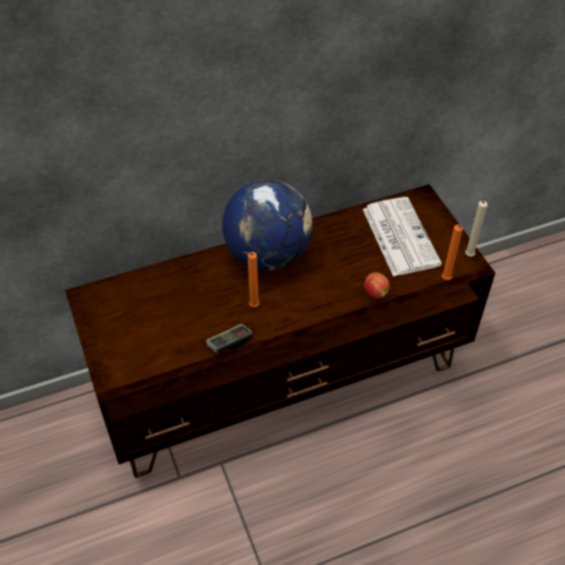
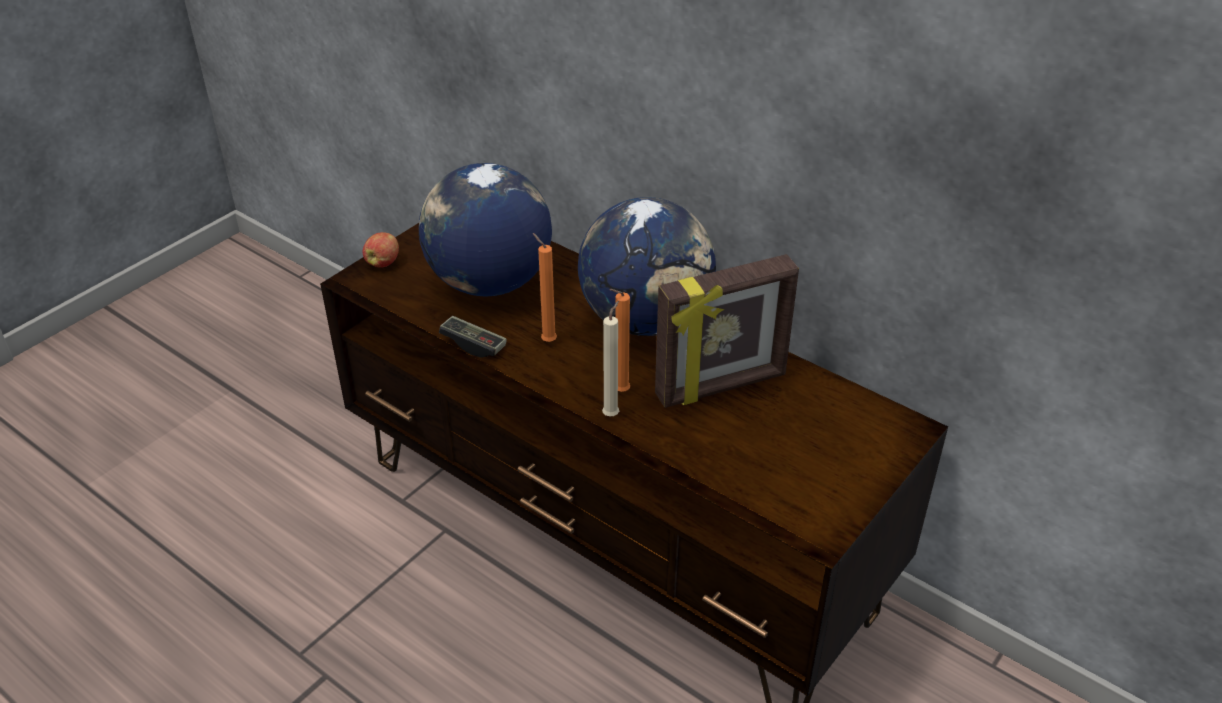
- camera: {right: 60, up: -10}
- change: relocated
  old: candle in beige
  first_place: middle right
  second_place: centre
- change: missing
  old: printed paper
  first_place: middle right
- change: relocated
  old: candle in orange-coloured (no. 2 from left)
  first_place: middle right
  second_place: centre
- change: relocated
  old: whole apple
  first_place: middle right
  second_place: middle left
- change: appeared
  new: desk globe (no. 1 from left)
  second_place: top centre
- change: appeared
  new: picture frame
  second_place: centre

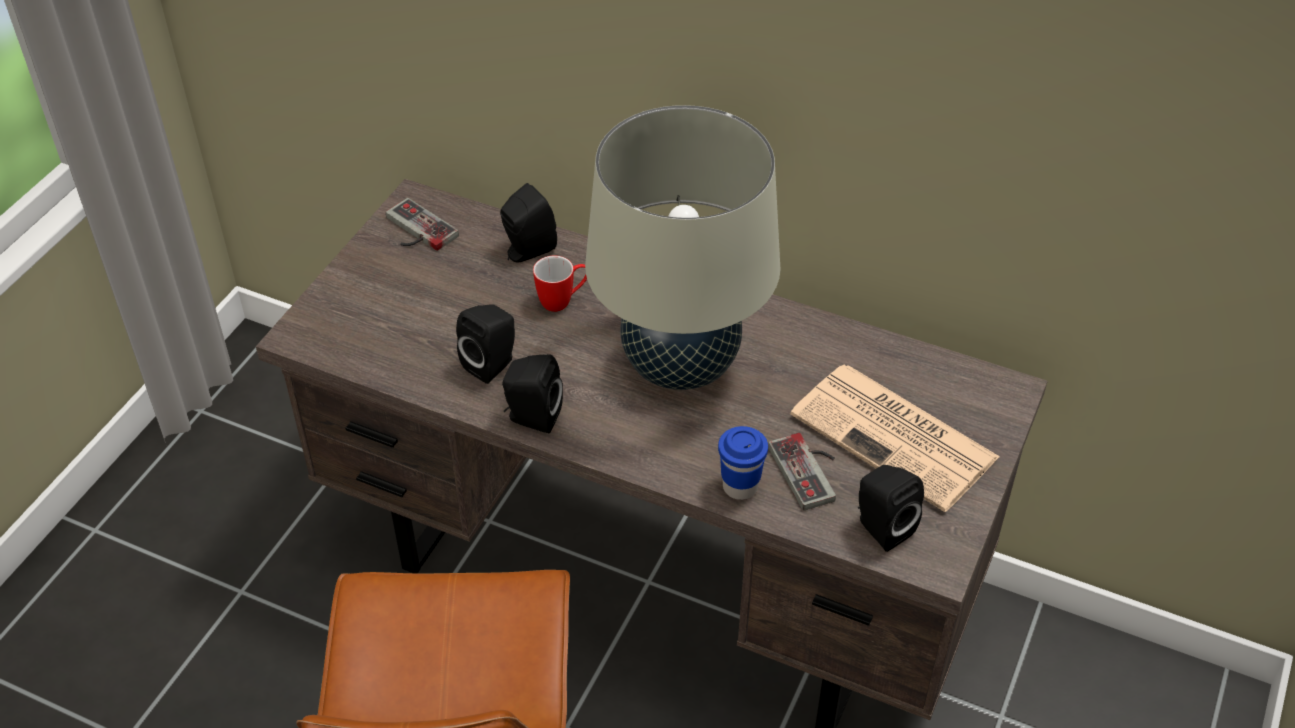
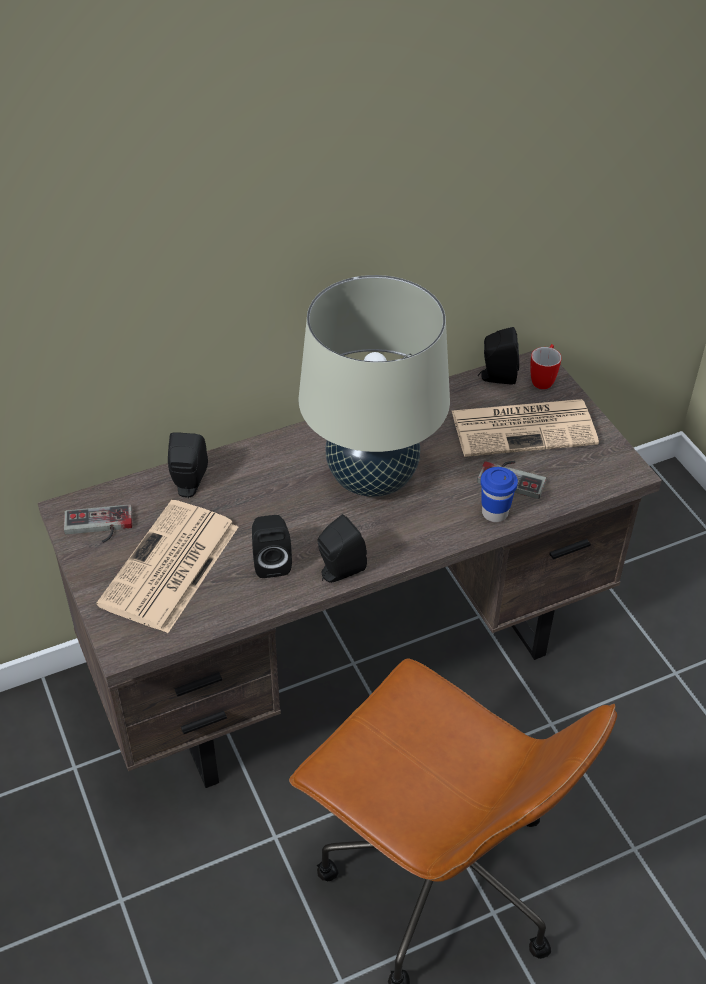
- camera: {right: -50, up: 0}
- change: relocated
  old: mug
  first_place: centre
  second_place: middle right
- change: relocated
  old: speaker in black-coloured (no. 4 from left)
  first_place: bottom right
  second_place: middle right
- change: appeared
  new: printed paper (no. 1 from left)
  second_place: middle left

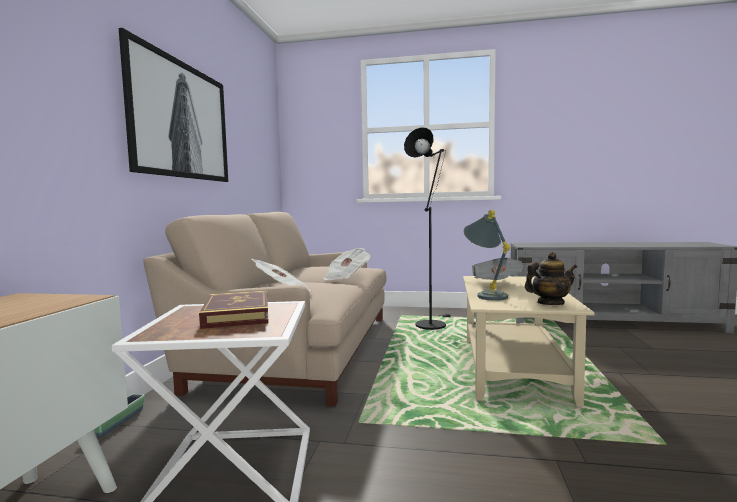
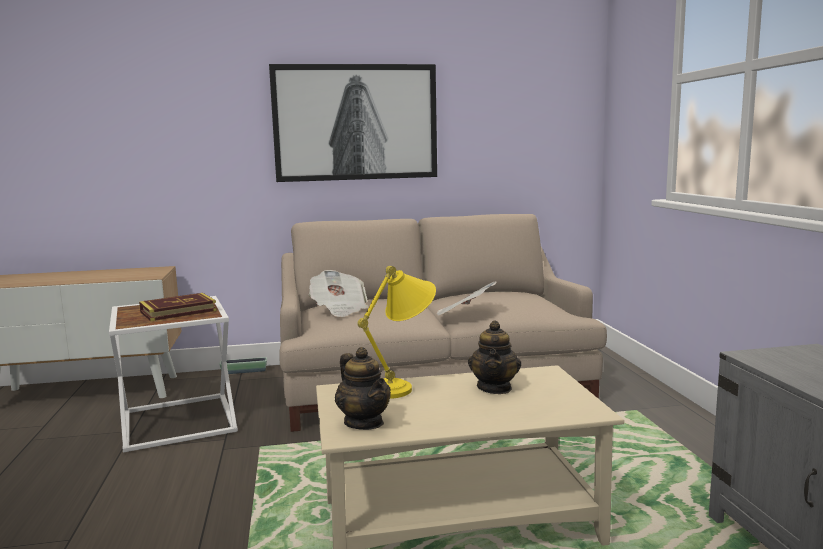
- camera: {right: 70, up: 5}
- change: missing
  old: standing lamp in black-coloured
  first_place: centre
- change: colour
  old: table lamp in grey
  new: table lamp in yellow-coloured
  first_place: centre
  second_place: centre
- change: exchanged
  old: printed paper (no. 3 from left)
  new: pot for tea (no. 2 from left)
  first_place: middle right
  second_place: centre

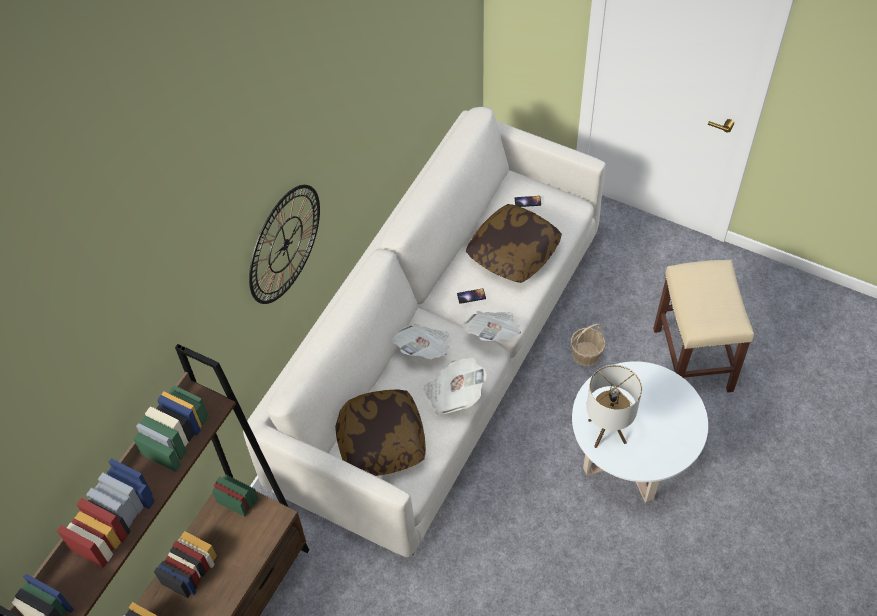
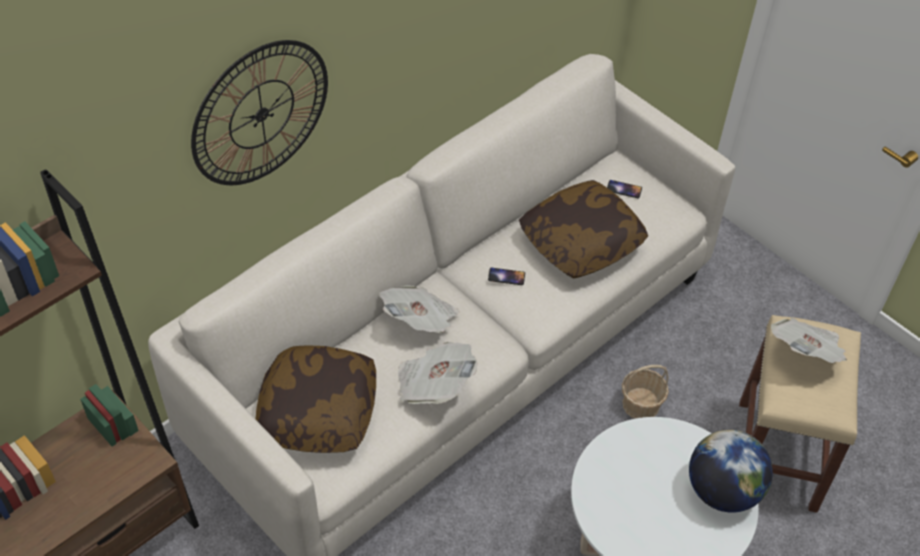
- camera: {right: 15, up: -5}
- change: relocated
  old: printed paper (no. 3 from left)
  first_place: centre
  second_place: middle right
- change: missing
  old: table lamp
  first_place: middle right
- change: appeared
  new: desk globe
  second_place: bottom right

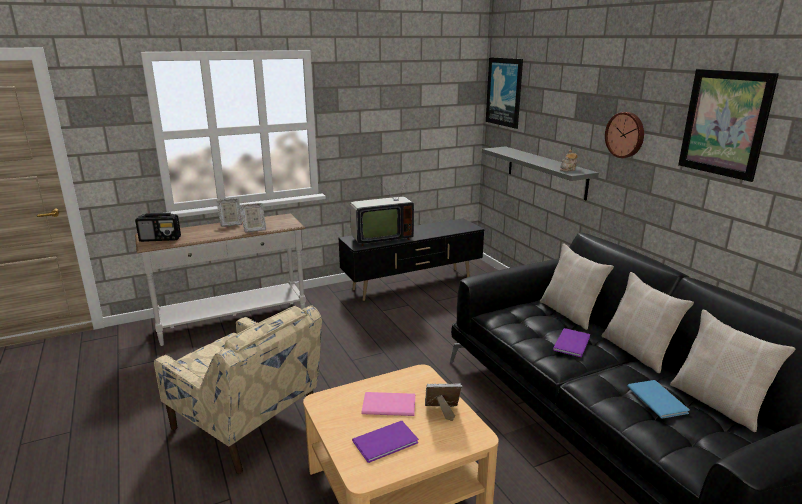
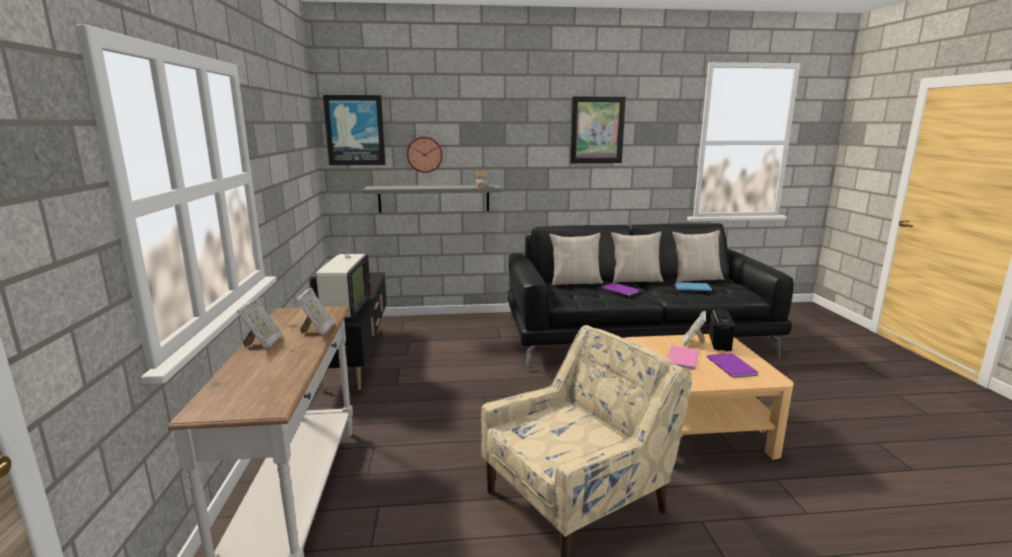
- camera: {right: -70, up: -5}
- change: relocated
  old: clock on the wall
  first_place: top right
  second_place: top centre
- change: relocated
  old: radio receiver
  first_place: middle left
  second_place: middle right

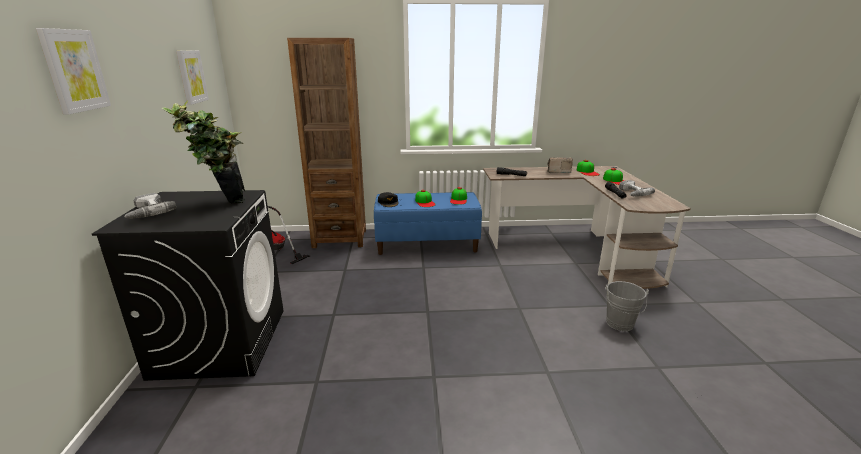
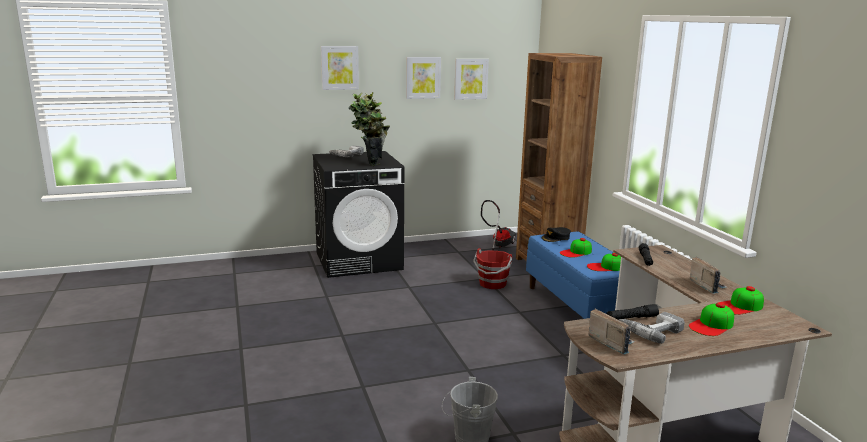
- camera: {right: 75, up: -5}
- change: appeared
  new: wall art (no. 2 from left)
  second_place: top centre
- change: appeared
  new: water bucket in red-coloured
  second_place: centre
- change: appeared
  new: radio receiver (no. 1 from left)
  second_place: bottom right

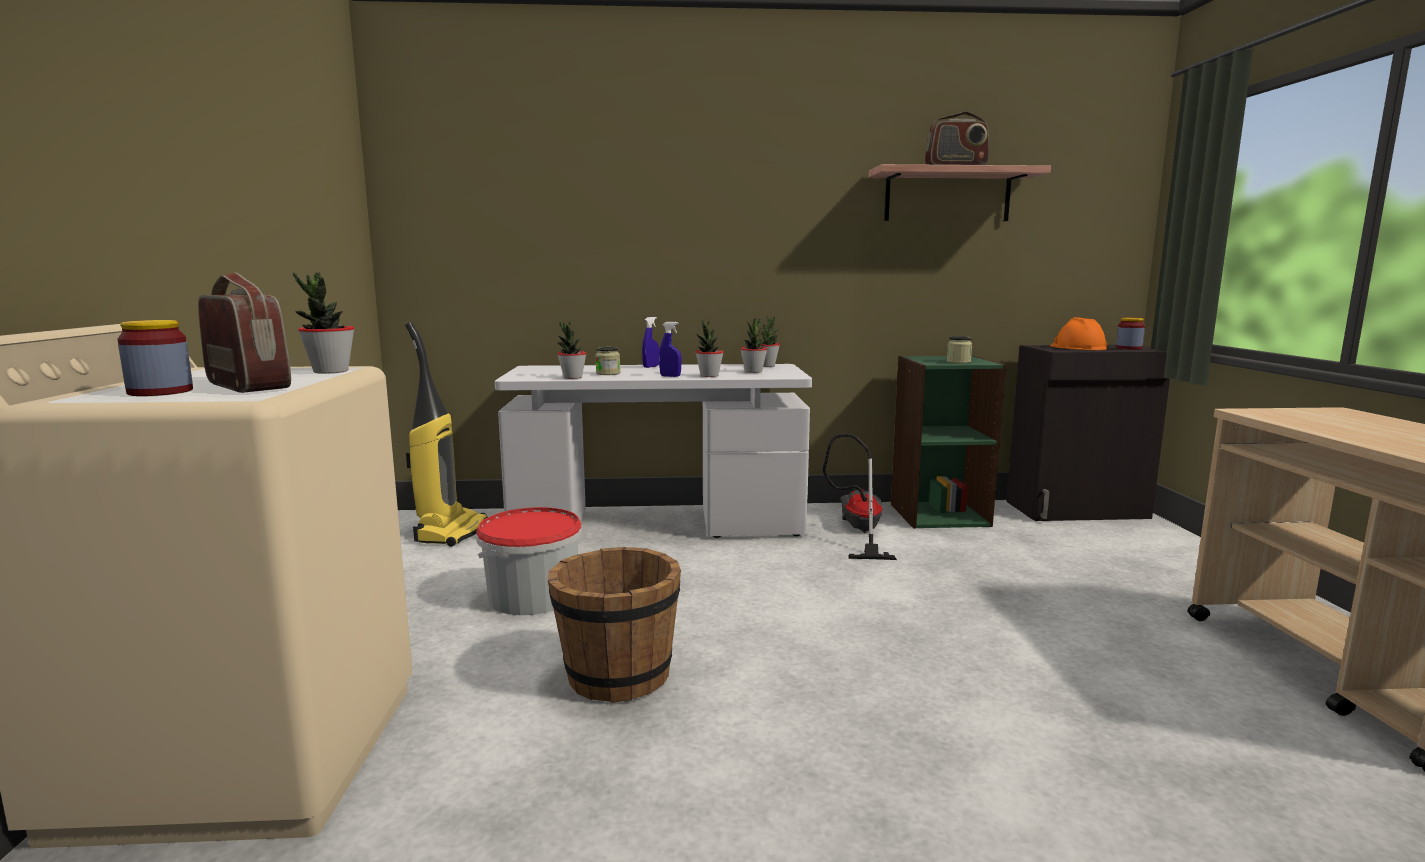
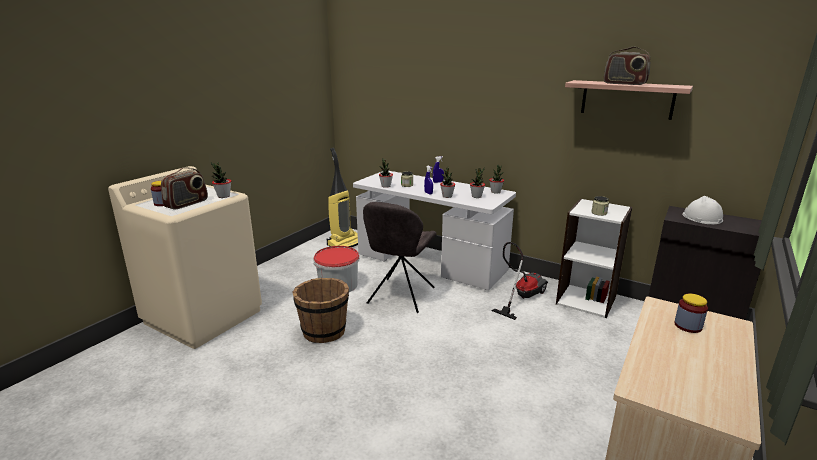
- camera: {right: 35, up: 10}
- change: spun
  old: radio receiver (no. 1 from left)
  first_place: middle left
  second_place: middle left
  degrees: 45
- change: colour
  old: safety helmet in orange-coloured
  new: safety helmet in whitish
  first_place: middle right
  second_place: middle right
- change: relocated
  old: jar (no. 4 from left)
  first_place: middle right
  second_place: bottom right
- change: colour
  old: bookshelf in greenish
  new: bookshelf in whitish
  first_place: centre
  second_place: middle right
- change: appeared
  new: upright chair in grey
  second_place: centre

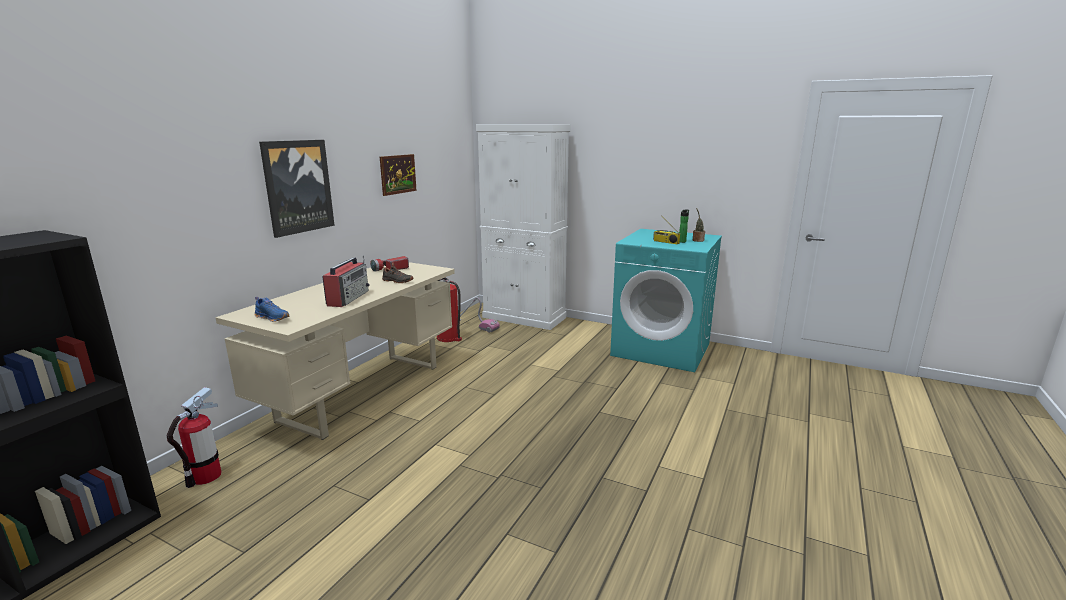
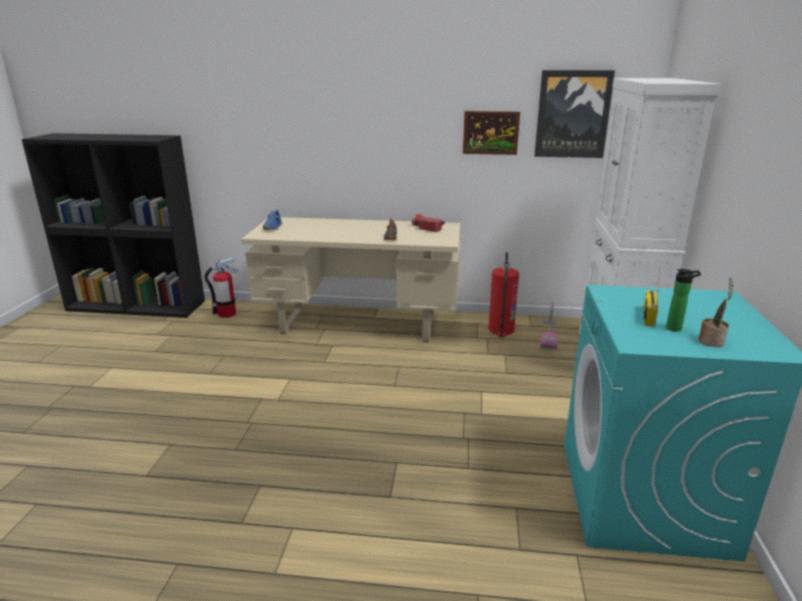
- camera: {right: 70, up: 5}
- change: relocated
  old: wall art (no. 1 from left in the first image)
  new: wall art (no. 2 from left)
  first_place: top left
  second_place: top right
- change: missing
  old: radio receiver (no. 1 from left)
  first_place: middle left

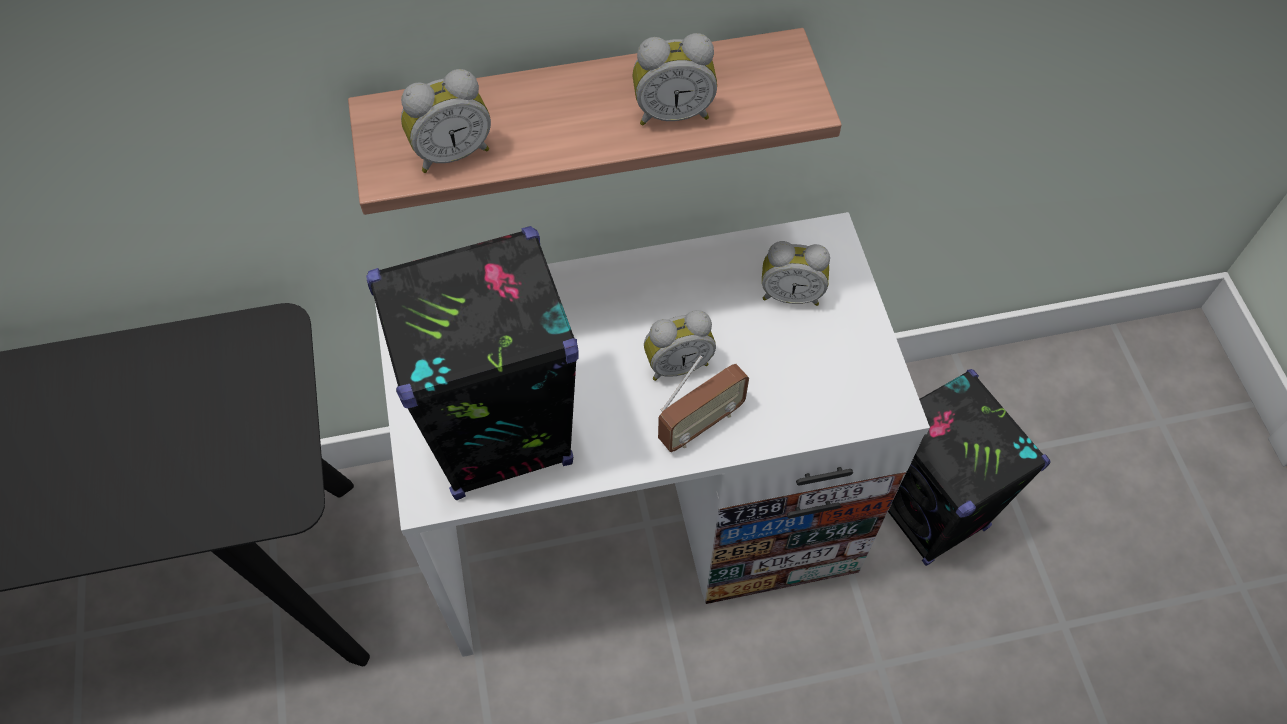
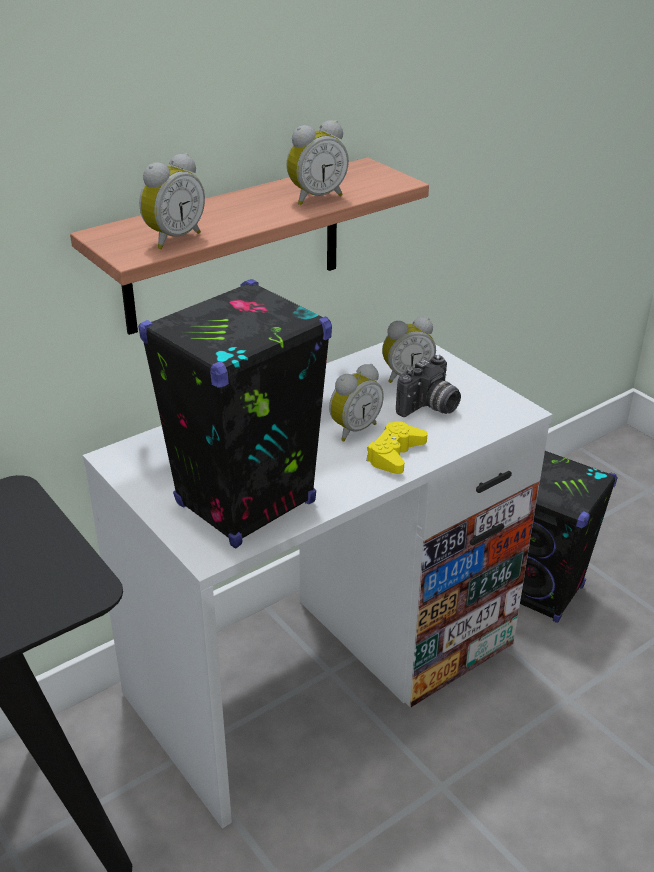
- camera: {right: -25, up: -25}
- change: exchanged
  old: radio receiver
  new: gamepad in yellow-coloured
  first_place: centre
  second_place: centre
- change: appeared
  new: photo camera
  second_place: centre

